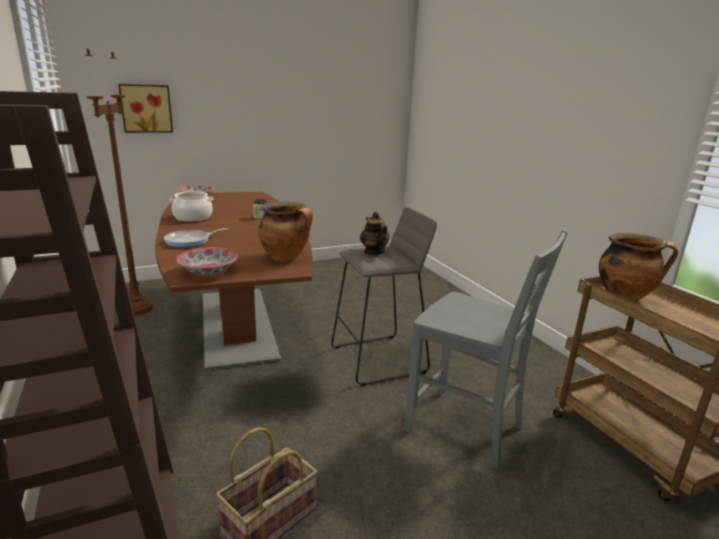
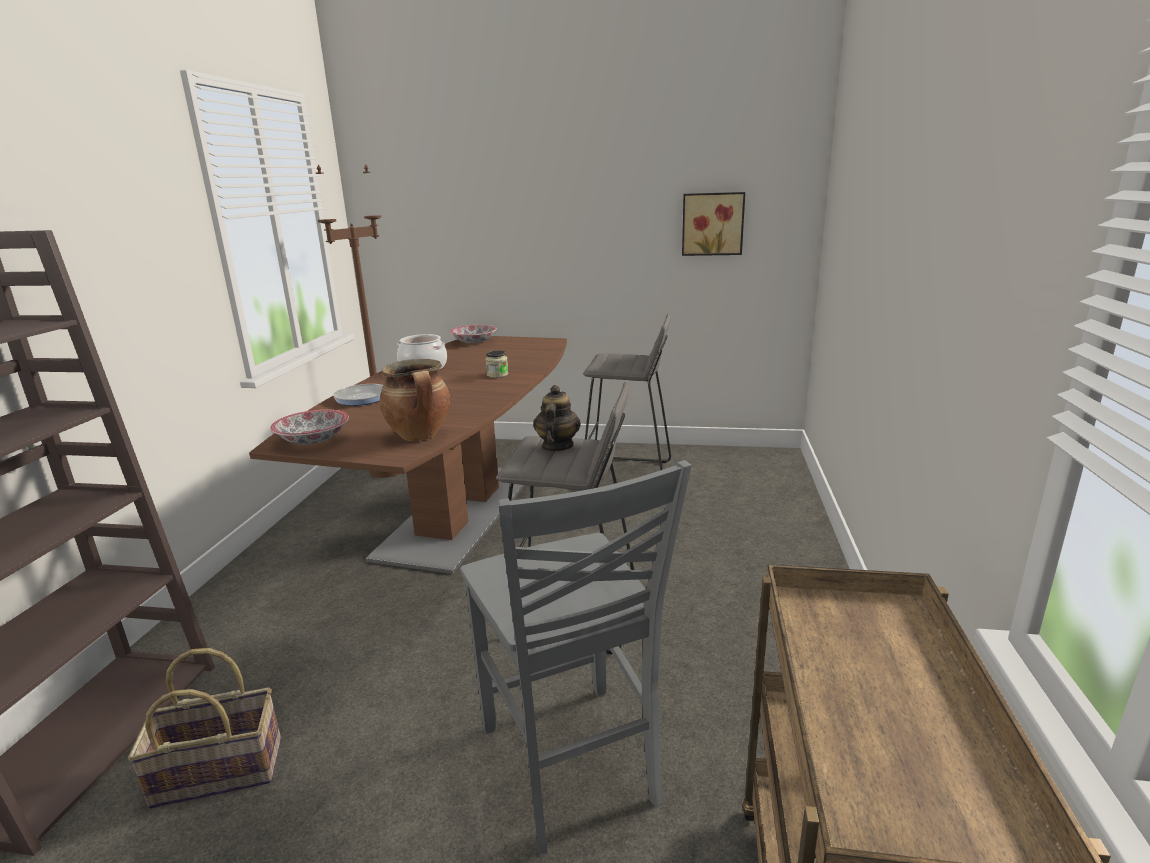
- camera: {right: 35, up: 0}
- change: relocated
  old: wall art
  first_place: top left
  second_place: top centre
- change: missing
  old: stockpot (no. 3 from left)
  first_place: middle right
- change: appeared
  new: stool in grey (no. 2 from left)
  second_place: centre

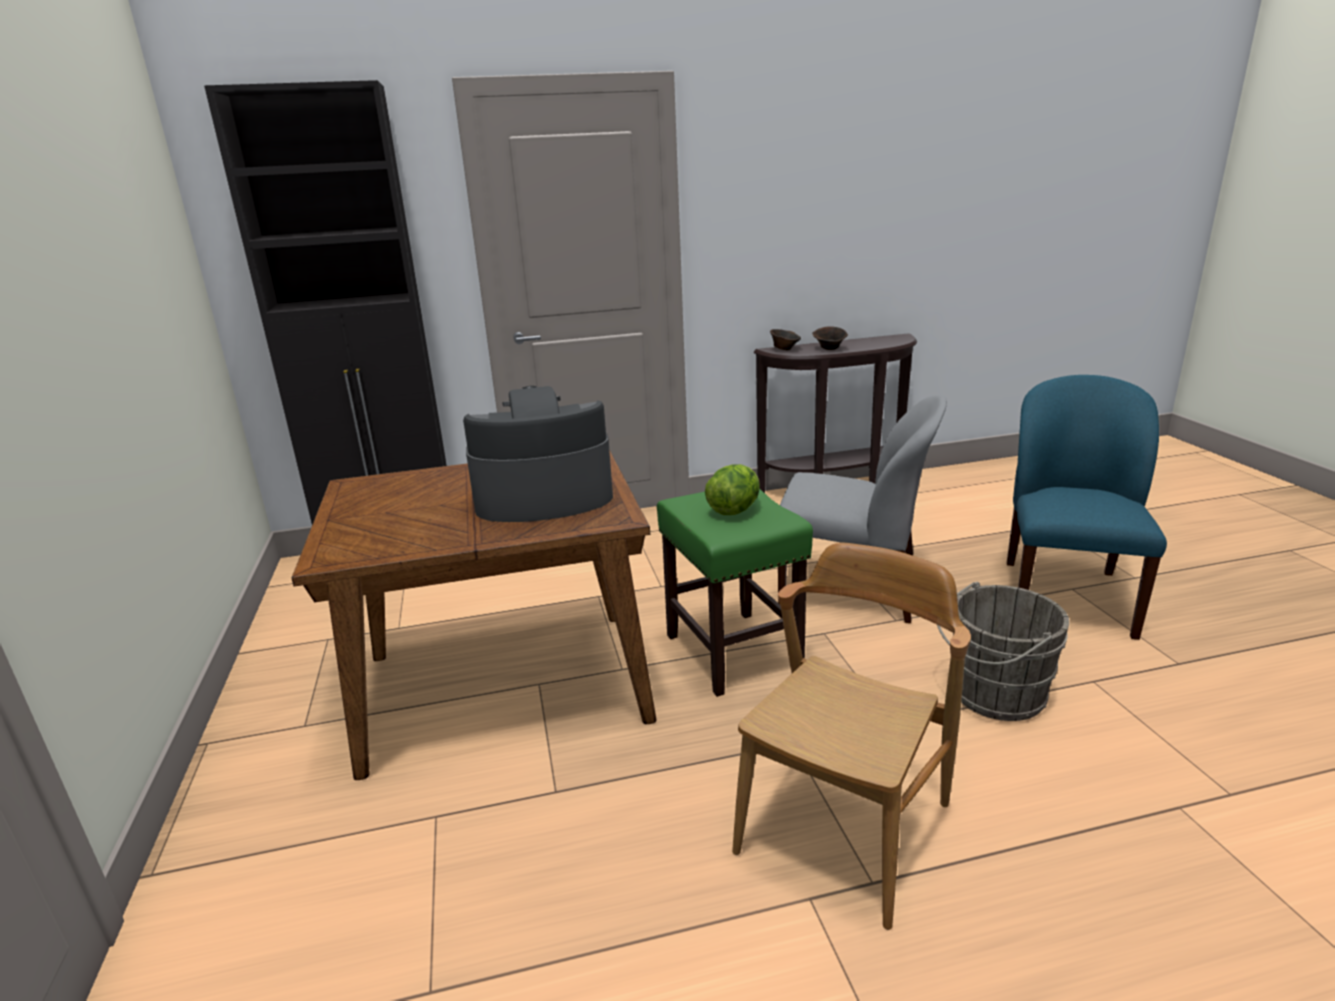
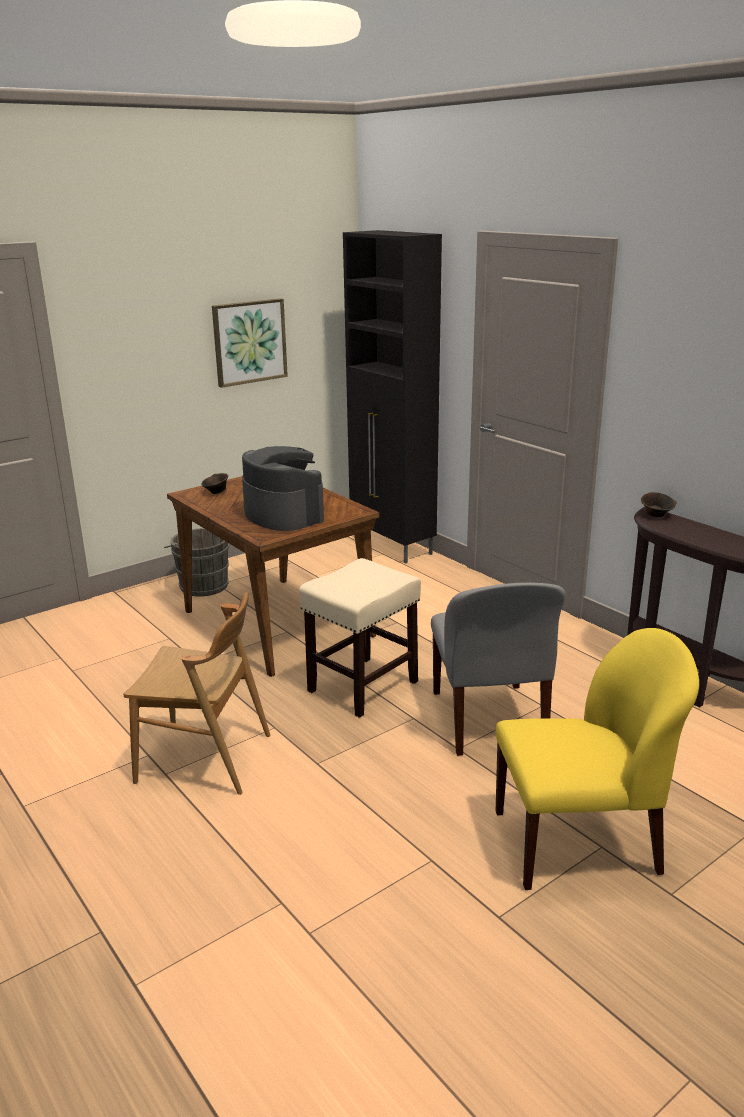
- camera: {right: 65, up: 0}
- change: relocated
  old: serving bowl in brown-coloured (no. 2 from left in the first image)
  new: serving bowl in brown-coloured (no. 1 from left)
  first_place: centre
  second_place: middle left
- change: colour
  old: upright chair in blue-coloured
  new: upright chair in yellow-coloured
  first_place: middle right
  second_place: bottom right
- change: missing
  old: lettuce
  first_place: centre
- change: colour
  old: stool in greenish
  new: stool in beige
  first_place: centre
  second_place: centre
- change: relocated
  old: water bucket in grey
  first_place: middle right
  second_place: middle left
- change: appeared
  new: wall art
  second_place: top centre

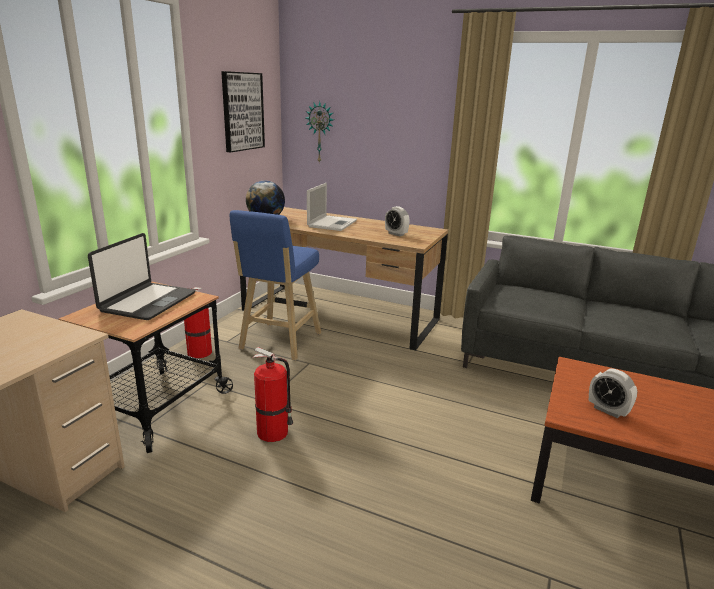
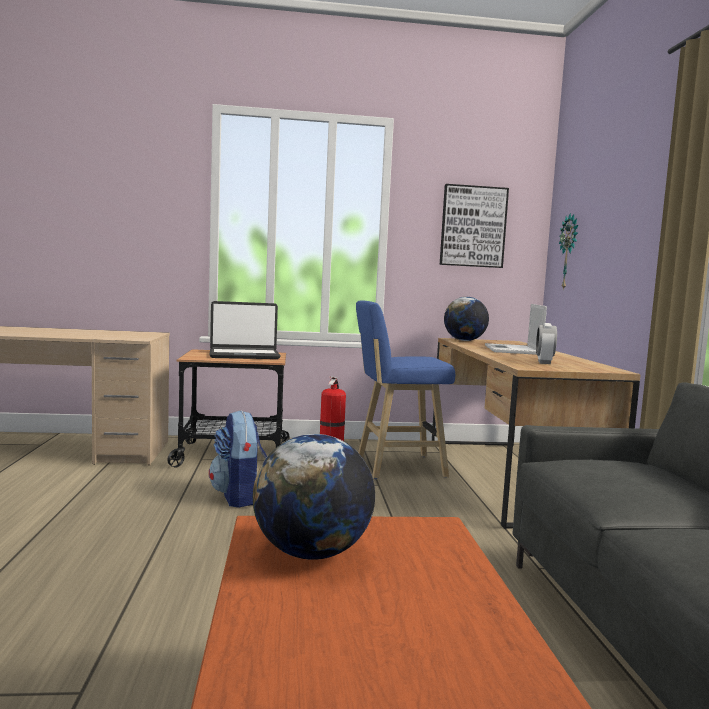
- camera: {right: 60, up: -15}
- change: spun
  old: notebook computer (no. 2 from left)
  first_place: centre
  second_place: middle right
  degrees: 105
- change: exchanged
  old: fire extinguisher (no. 2 from left)
  new: knapsack
  first_place: bottom centre
  second_place: centre
- change: exchanged
  old: alarm clock (no. 2 from left)
  new: desk globe (no. 1 from left)
  first_place: bottom right
  second_place: bottom centre

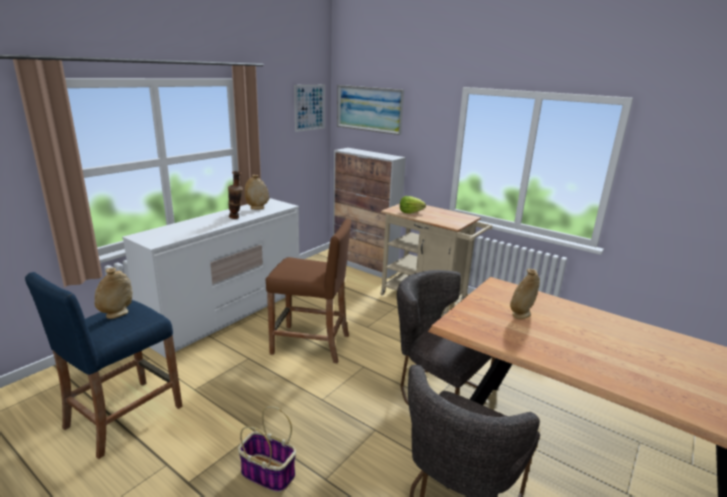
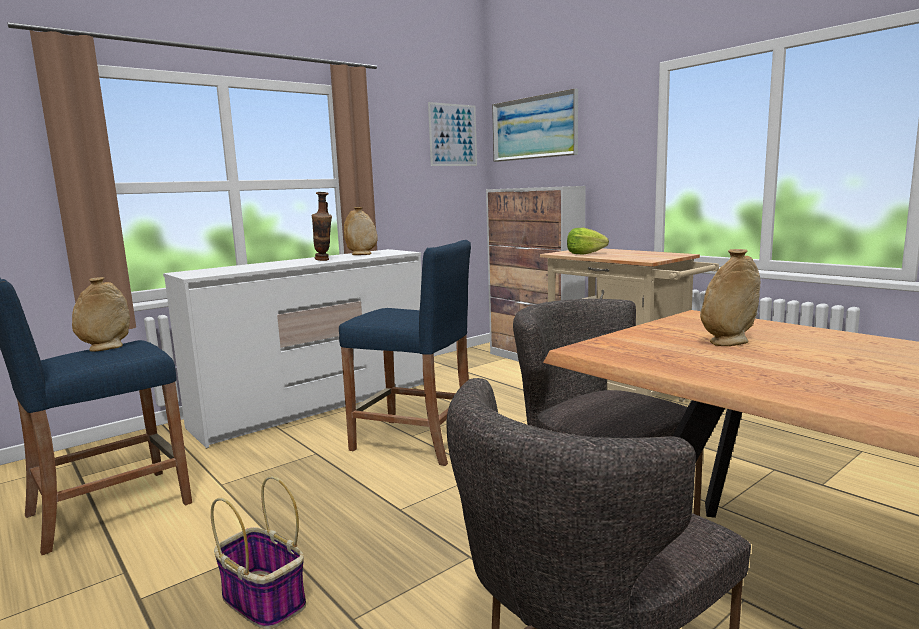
- camera: {right: 15, up: -10}
- change: colour
  old: stool in brown-coloured
  new: stool in blue-coloured (no. 2 from left)
  first_place: centre
  second_place: centre

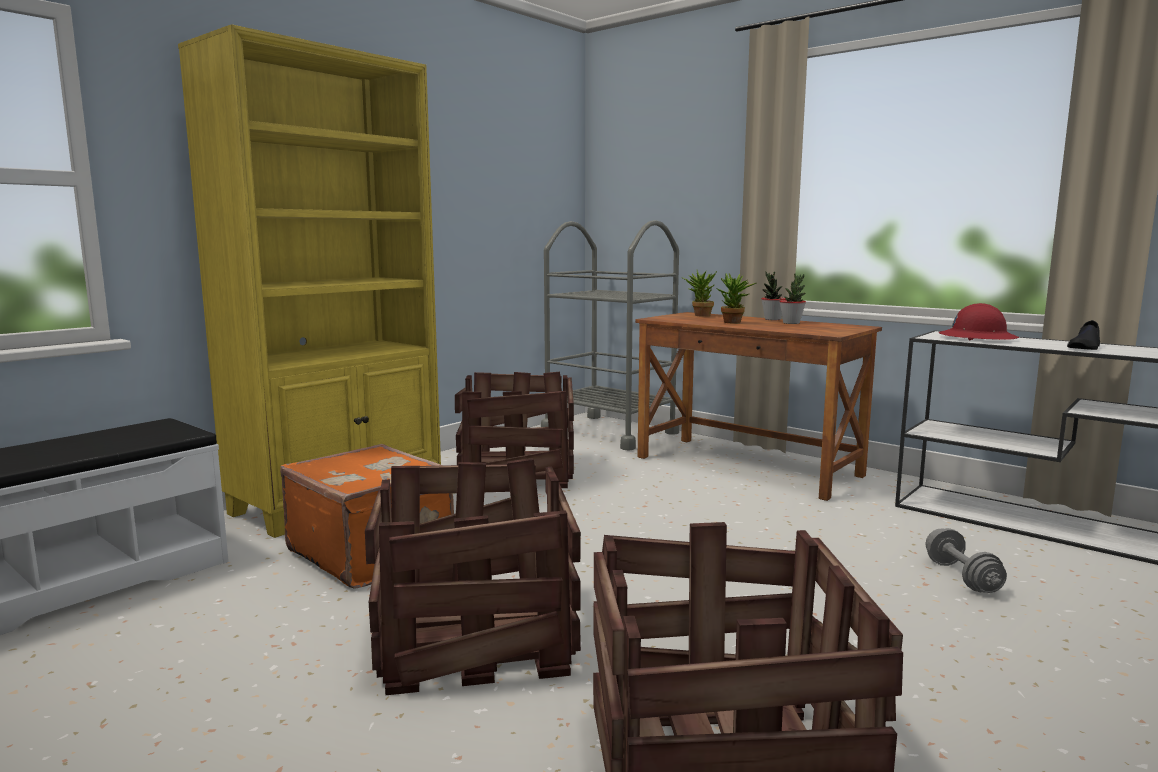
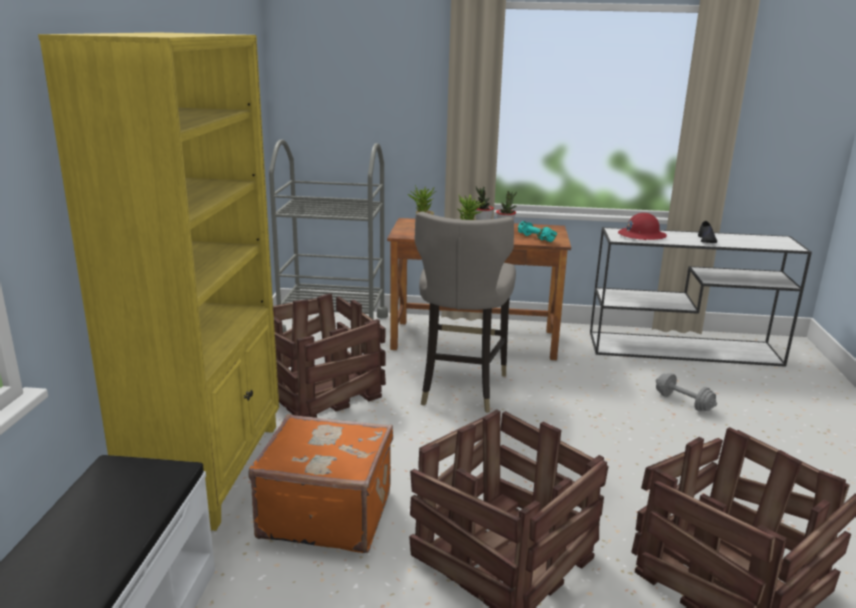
- camera: {right: -35, up: 10}
- change: appeared
  new: stool in grey
  second_place: centre
- change: appeared
  new: hand weight in turquoise-coloured
  second_place: centre

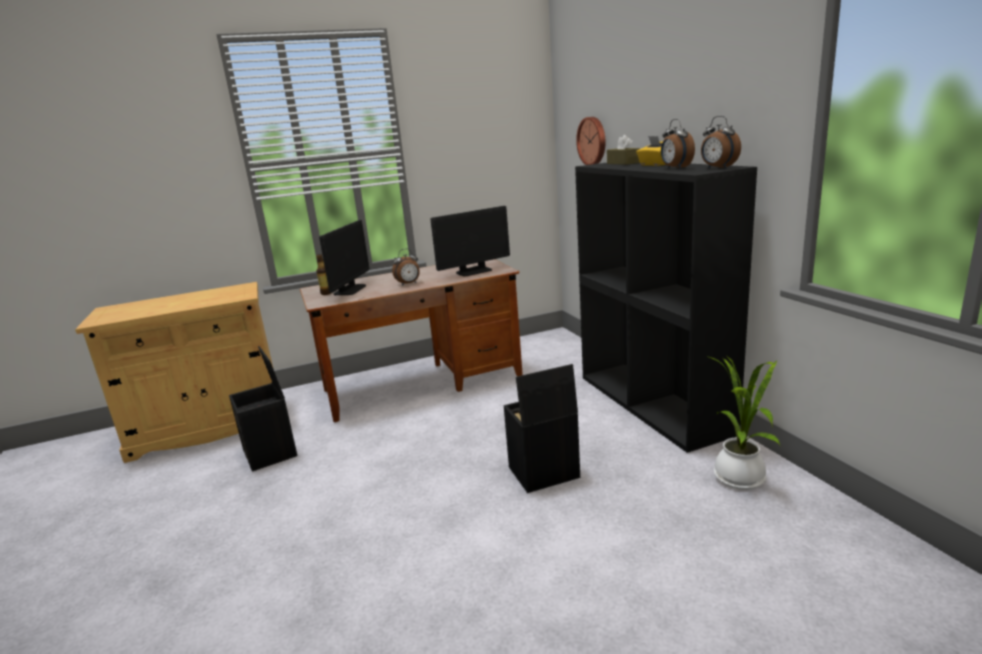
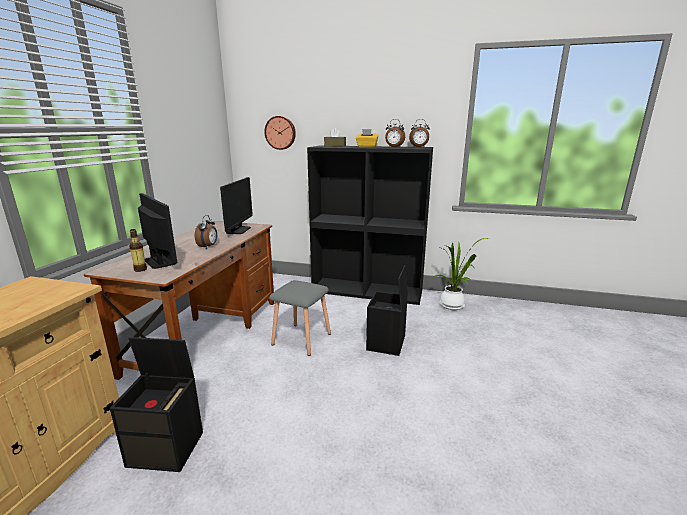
- camera: {right: -55, up: 0}
- change: appeared
  new: stool in grey
  second_place: centre

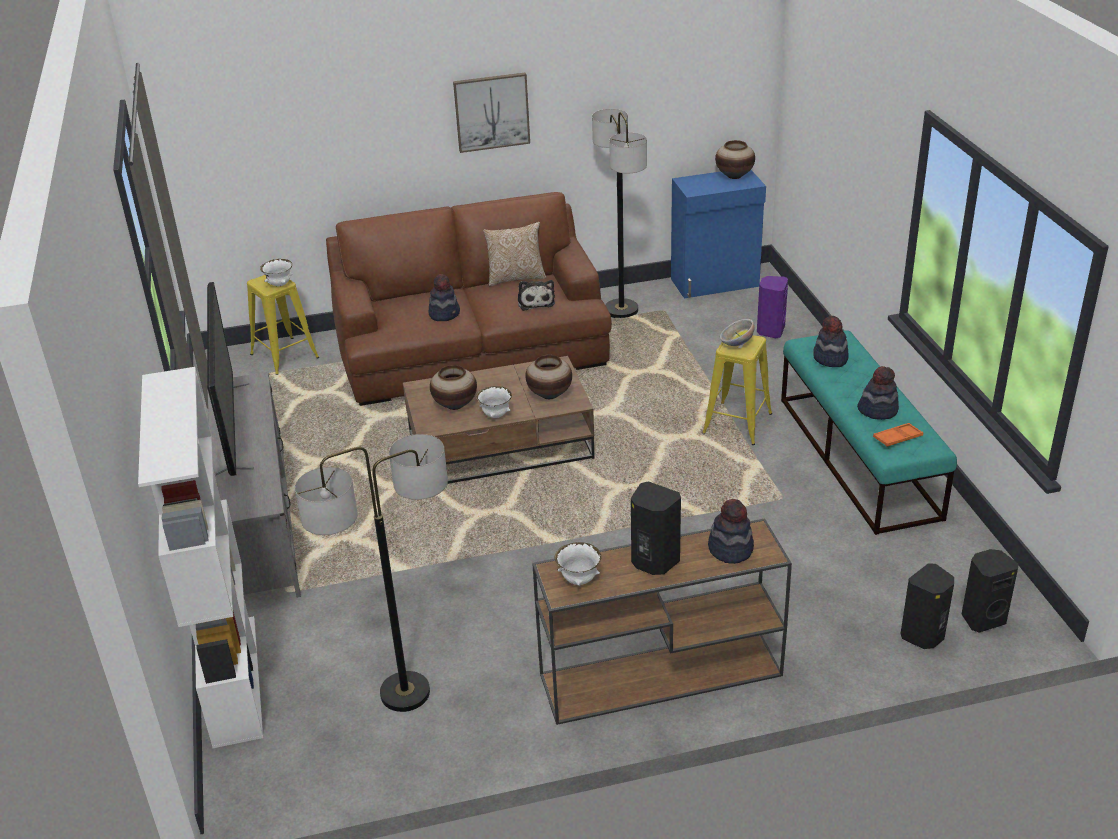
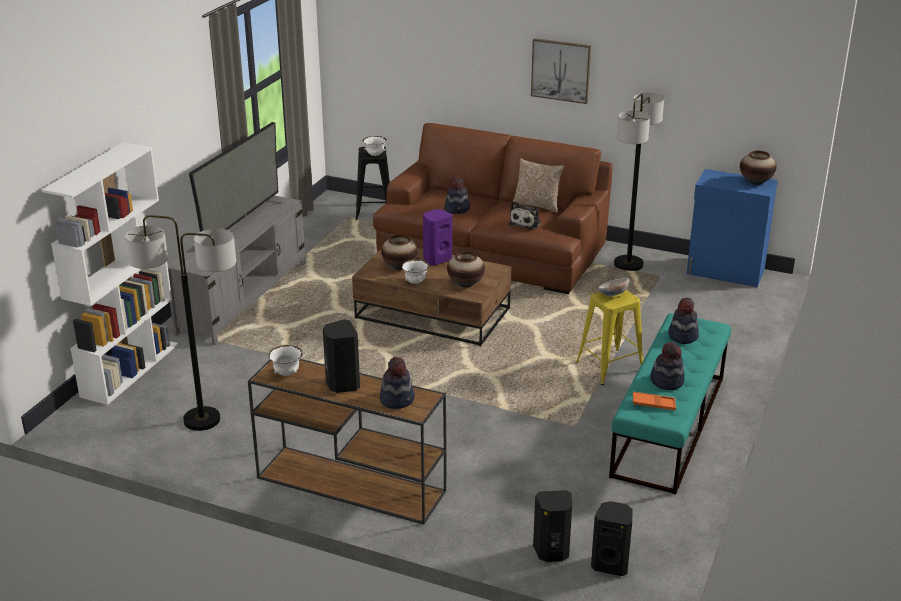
- camera: {right: 35, up: -5}
- change: colour
  old: stool in yellow-coloured (no. 1 from left)
  new: stool in black-coloured
  first_place: middle left
  second_place: top centre
- change: relocated
  old: speaker in purple-coloured
  first_place: middle right
  second_place: centre

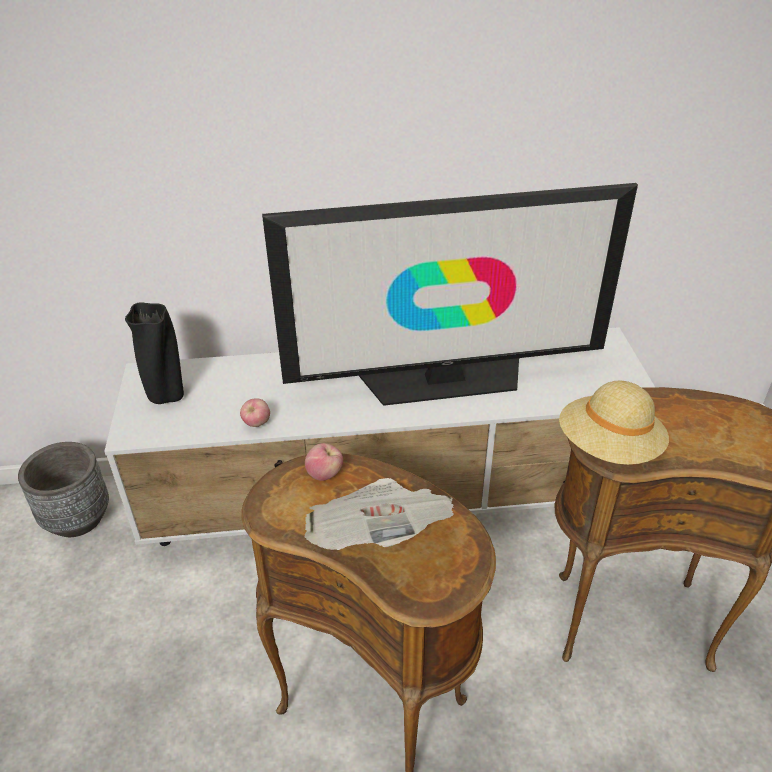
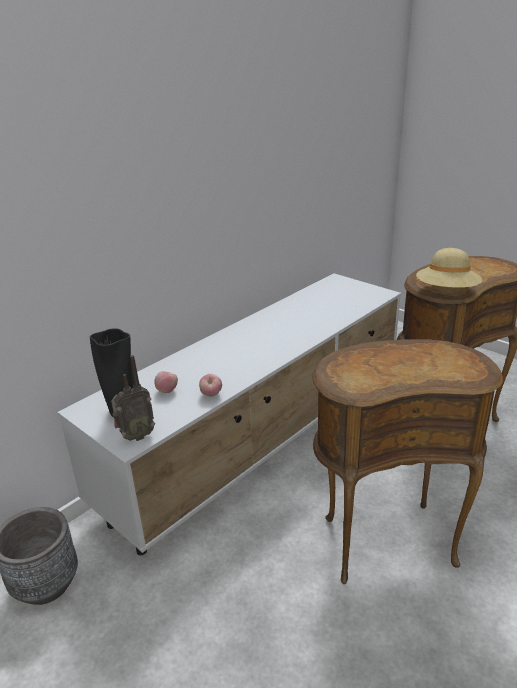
- camera: {right: -40, up: -10}
- change: missing
  old: TV set
  first_place: centre
- change: relocated
  old: whole apple (no. 2 from left in the first image)
  new: whole apple (no. 1 from left)
  first_place: centre
  second_place: middle left
- change: missing
  old: printed paper
  first_place: centre
- change: appeared
  new: radio receiver
  second_place: middle left

